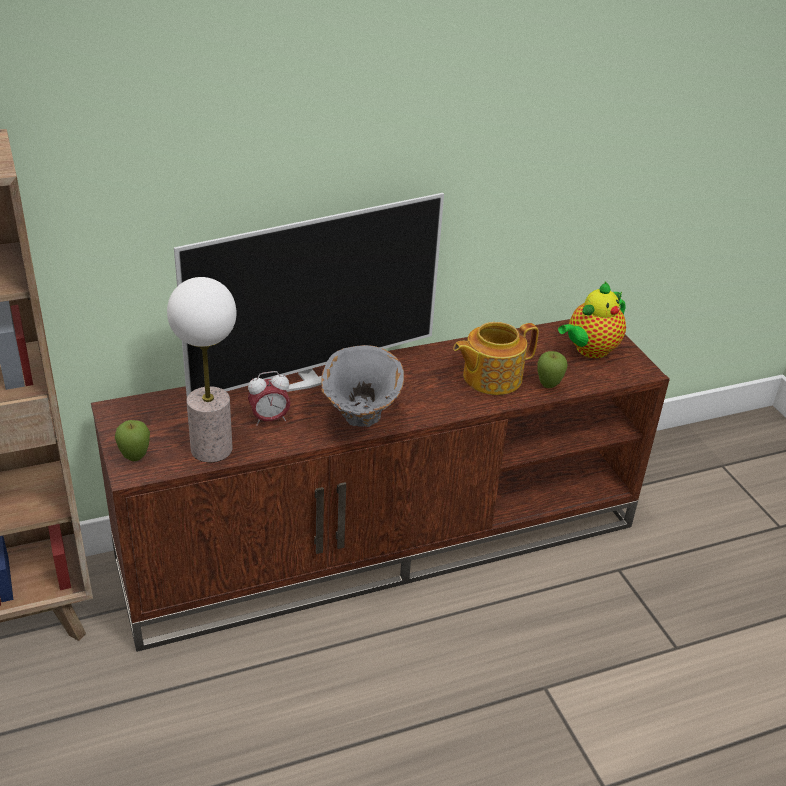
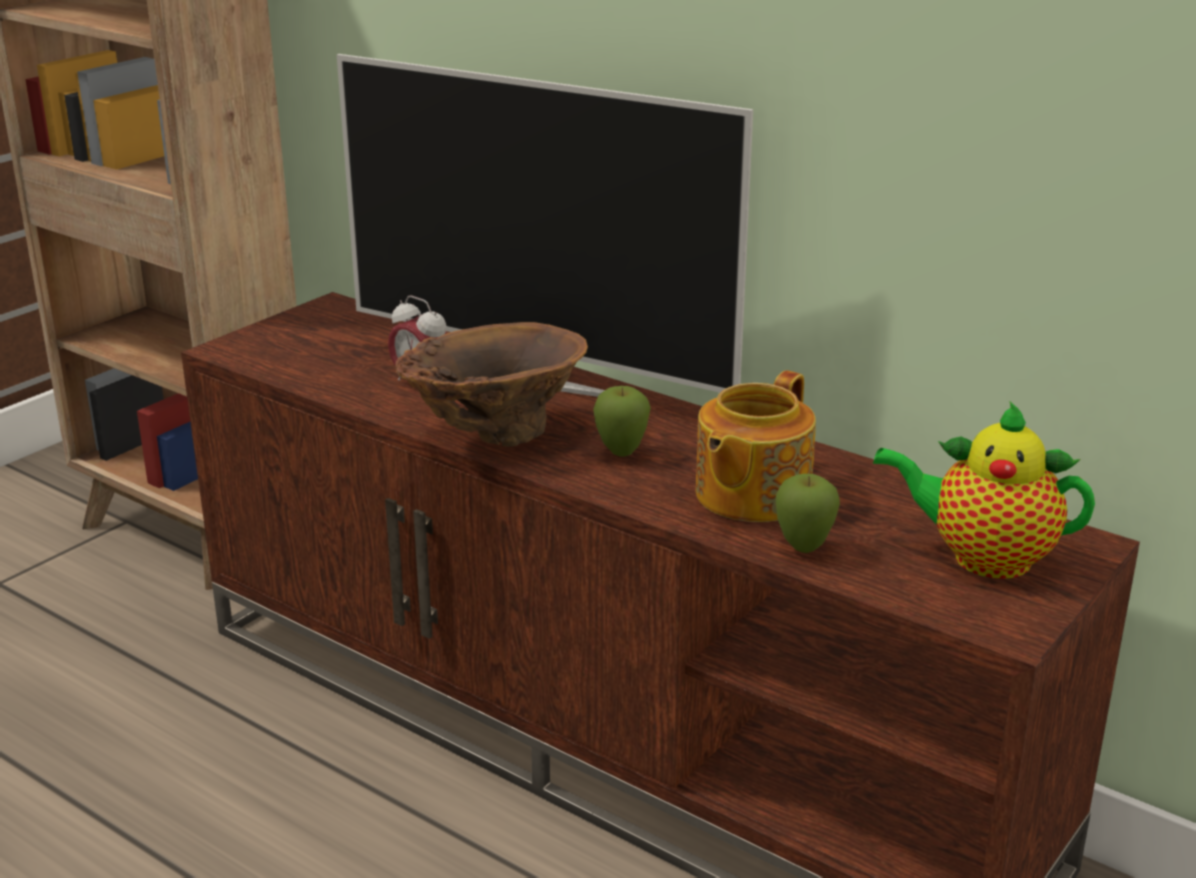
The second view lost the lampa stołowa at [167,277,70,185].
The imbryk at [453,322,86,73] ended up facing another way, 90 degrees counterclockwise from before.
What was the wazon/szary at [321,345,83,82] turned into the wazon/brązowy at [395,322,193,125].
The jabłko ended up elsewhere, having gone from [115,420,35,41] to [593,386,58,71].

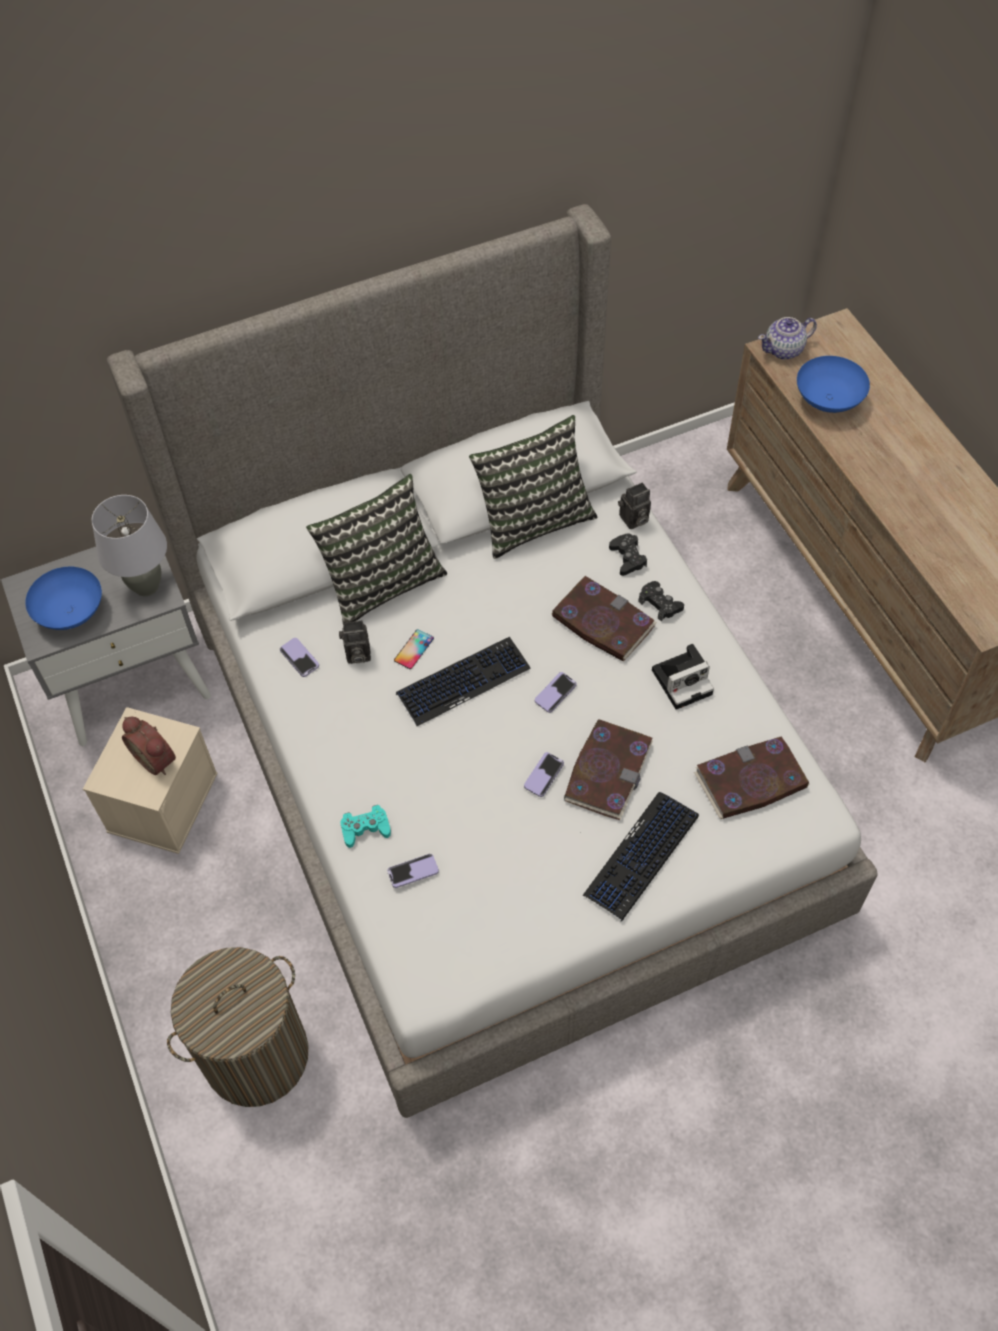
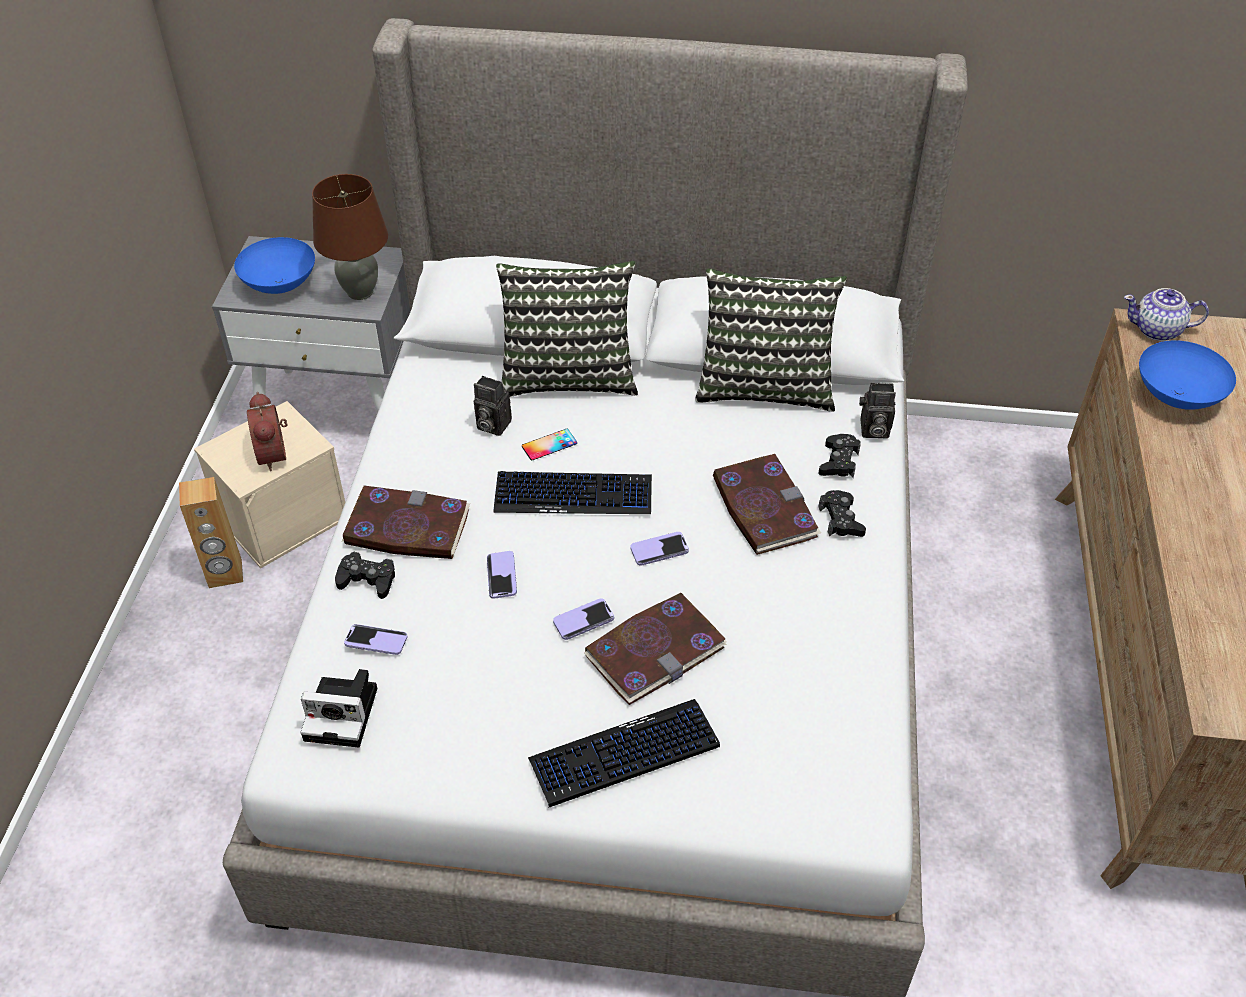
What was the lampa stołowa/szary at [92,495,75,101] turned into the lampa stołowa/brązowy at [312,174,76,126].
The telefon ended up elsewhere, having gone from [280,638,39,39] to [487,551,30,48].
The aparat fotograficzny ended up elsewhere, having gone from [652,644,62,66] to [300,669,77,79].
The książka ended up elsewhere, having gone from [694,737,115,82] to [342,486,128,73].
What was the pad do gier/turkusowy at [340,805,51,43] turned into the pad do gier/czarny at [335,552,60,47].
The second view lost the kosz na pranie at [167,947,141,160].
The second view gained the głośnik/brązowy at [179,477,64,111].

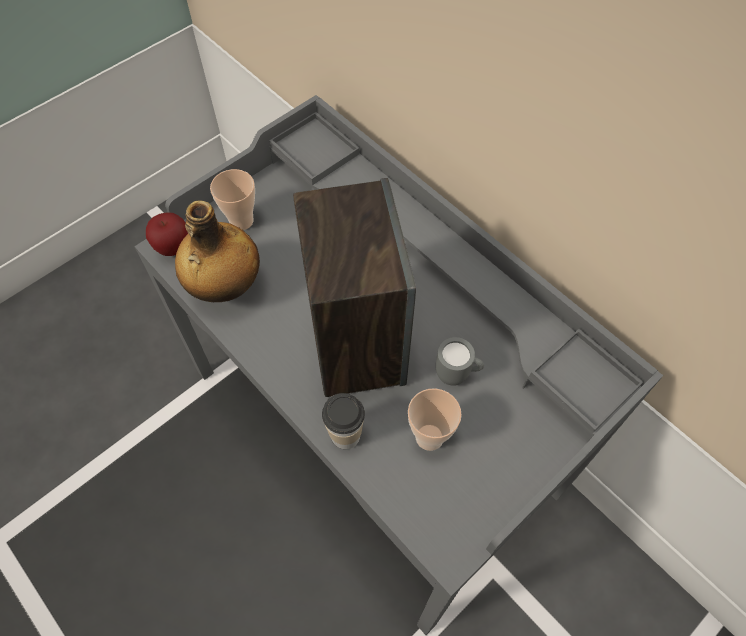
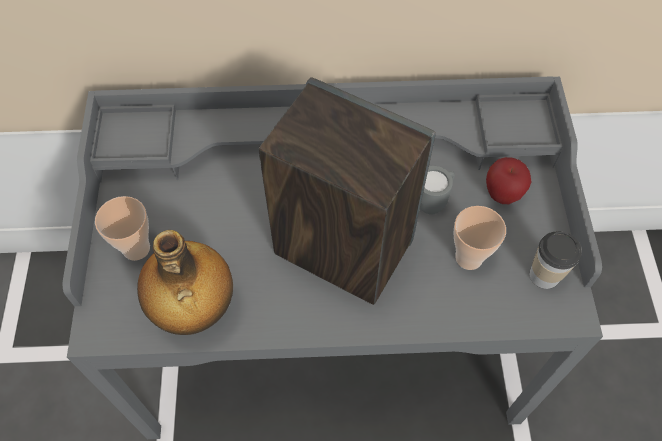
The jabłko ended up elsewhere, having gone from [146,212,42,44] to [486,157,45,47].
The filiżanka ended up elsewhere, having gone from [322,393,43,56] to [530,231,52,58].

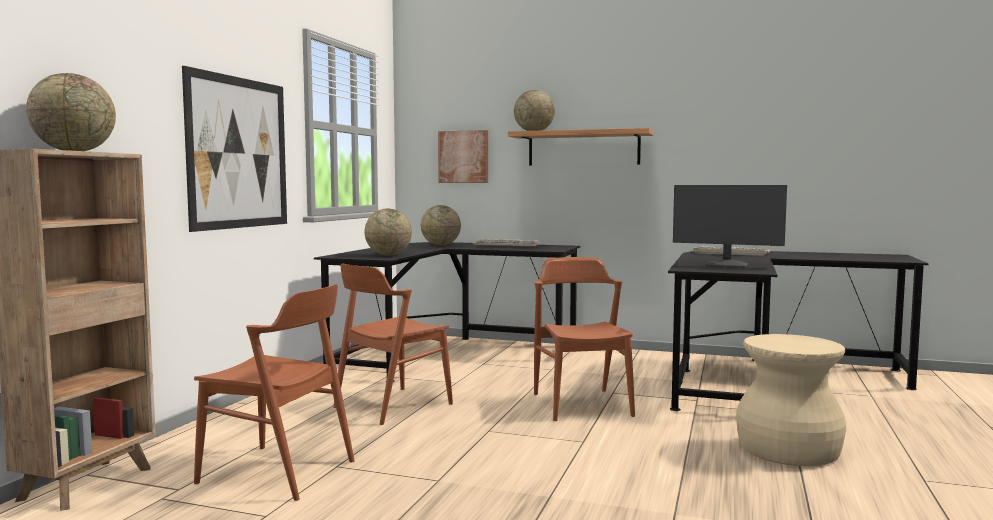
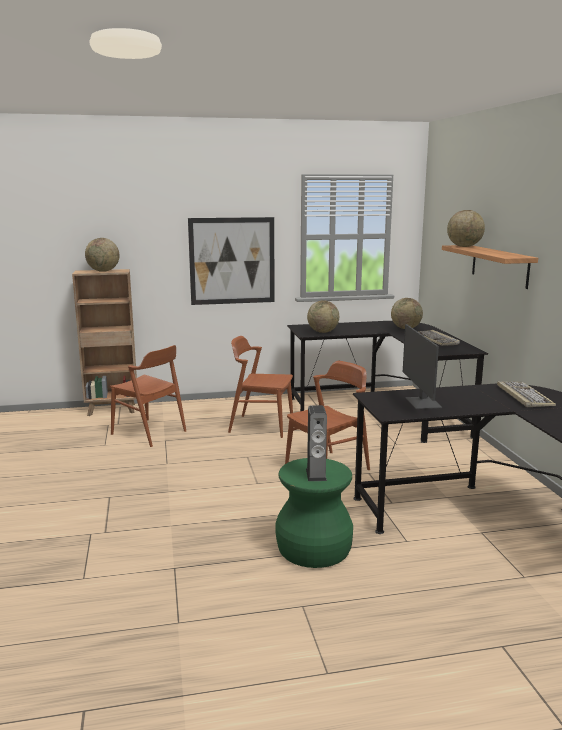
The second view lost the obraz at [438,130,50,53].
The krzesło/brązowy at [194,284,160,217] ended up facing another way, 45 degrees counterclockwise from before.
What was the stołek/beżowy at [736,334,110,132] turned into the stołek/zielony at [275,458,78,110].
The second view gained the głośnik at [306,405,21,76].

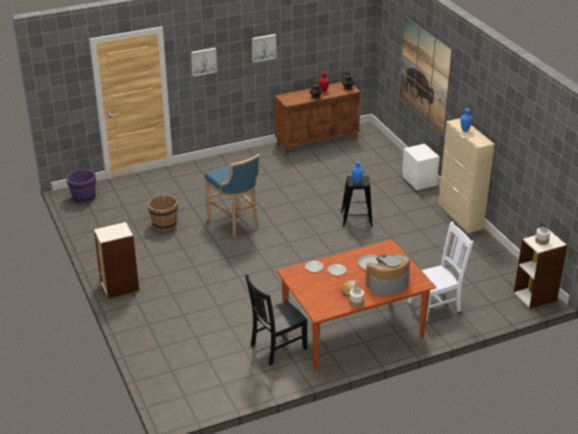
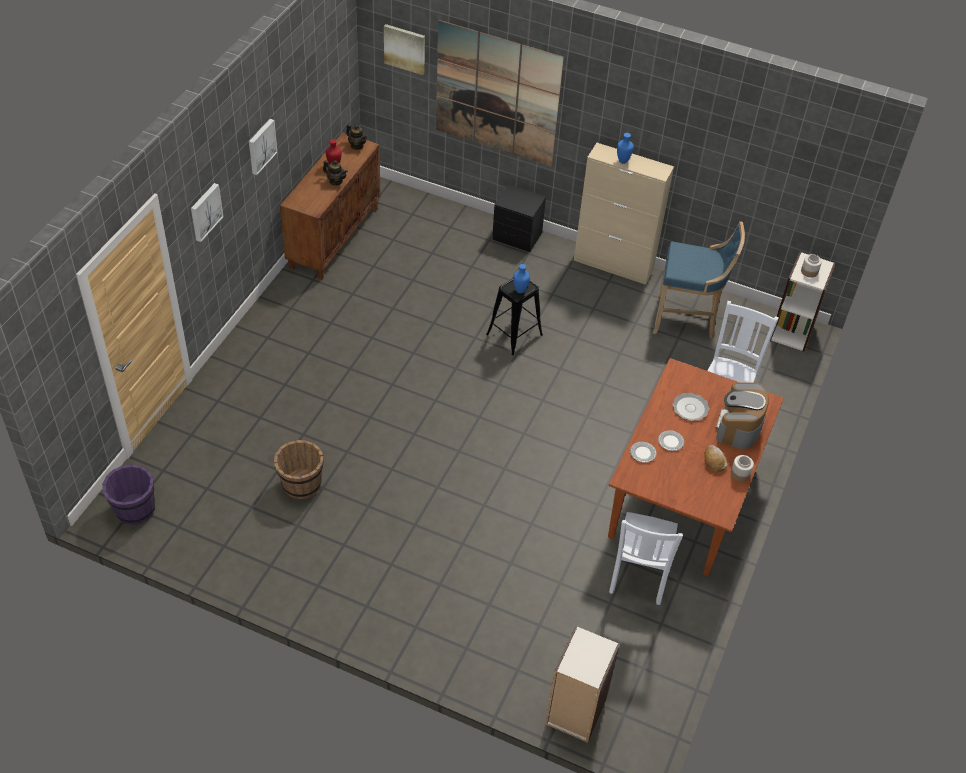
What was the szafka nocna/biały at [402,143,37,47] turned into the szafka nocna/czarny at [492,185,54,67].
The stołek/niebieski ended up elsewhere, having gone from [205,154,55,82] to [653,221,92,118].
The regał ended up elsewhere, having gone from [94,221,45,78] to [545,626,75,117].
What was the krzesło/czarny at [245,274,63,92] turned into the krzesło/biały at [609,512,74,93].
The second view gained the obraz at [384,24,41,51].

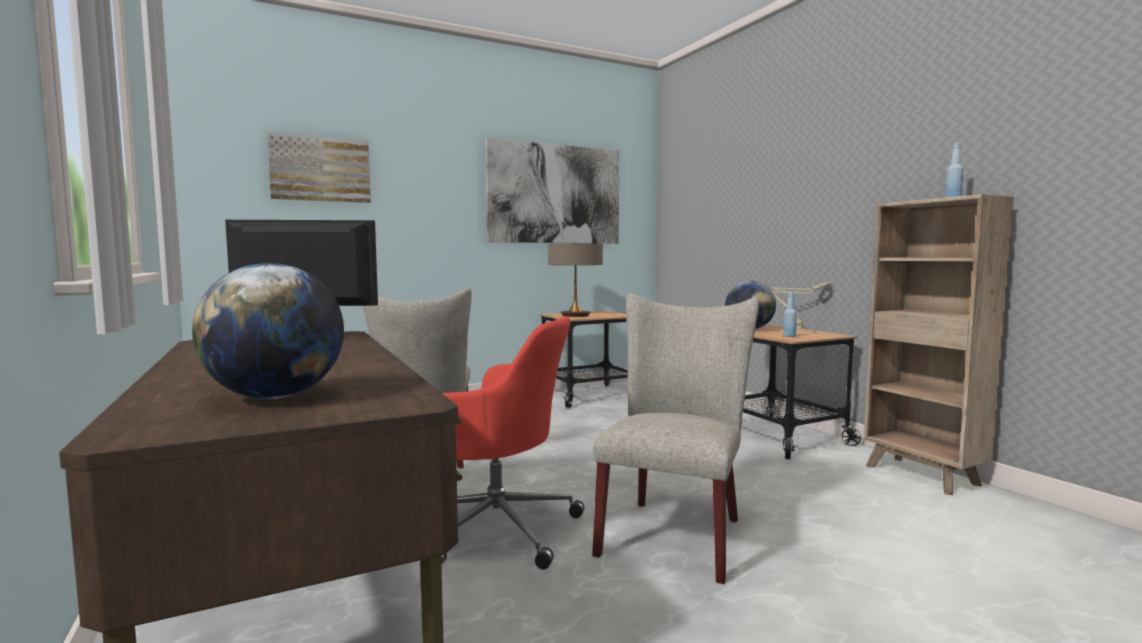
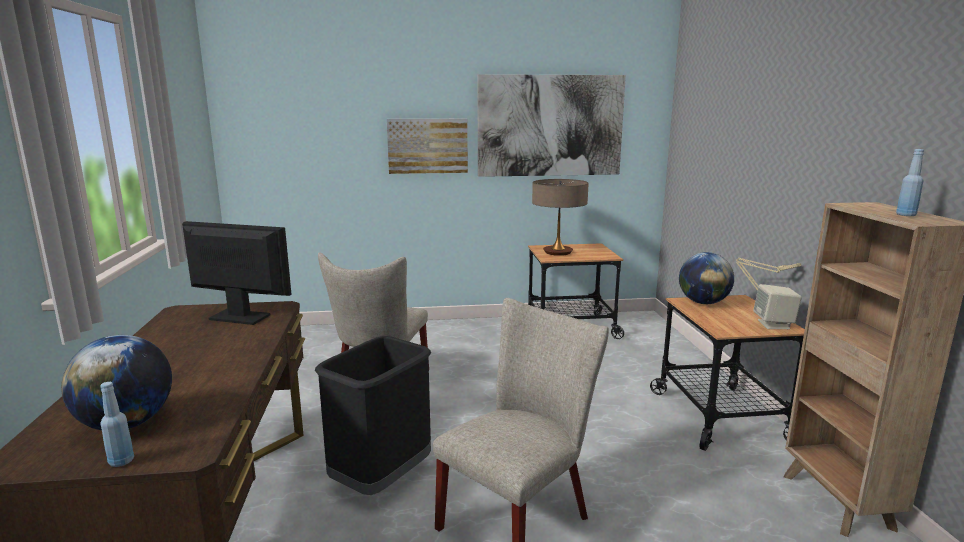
The obraz ended up elsewhere, having gone from [267,132,104,71] to [387,119,81,55].
The butelka/niebieski ended up elsewhere, having gone from [783,292,14,45] to [101,382,33,85].
Where the krzesło biurowe/czerwony stood at [441,316,143,253], the kosz na śmieci/czarny came to stand at [315,336,116,159].
The second view gained the głośnik/beżowy at [753,284,49,45].

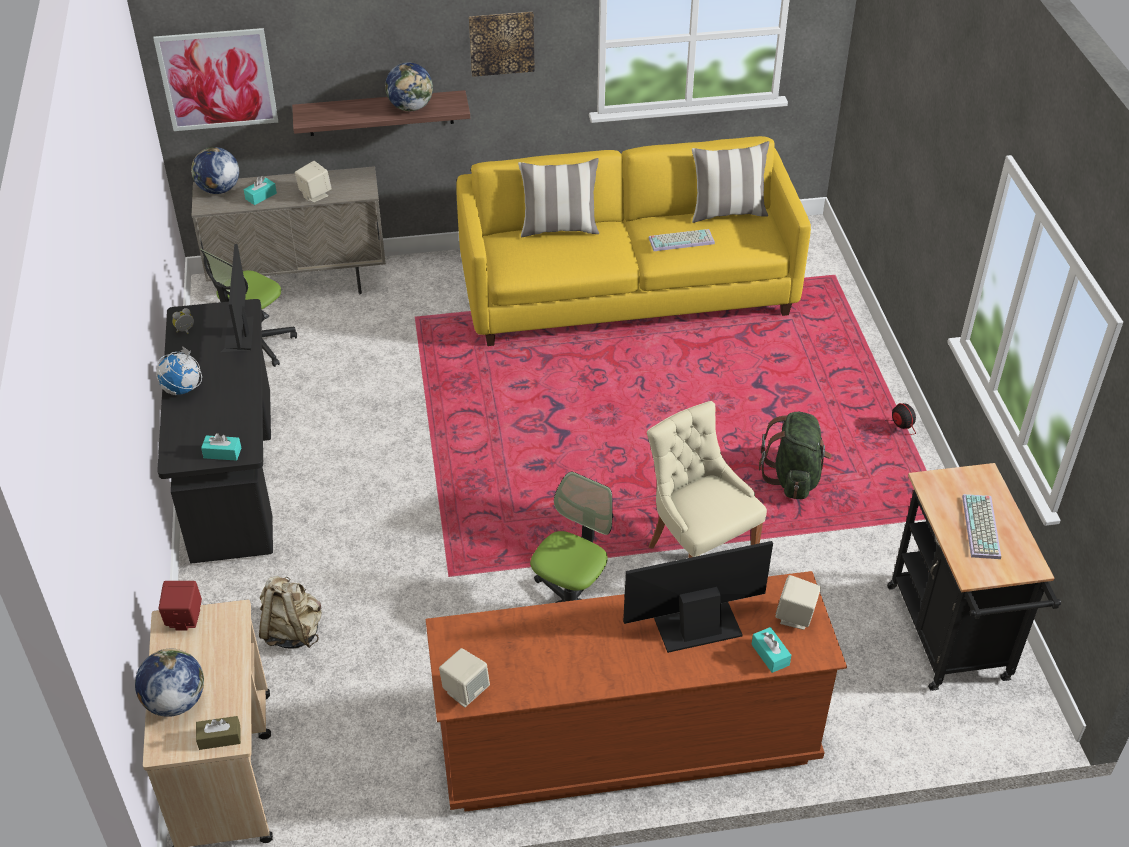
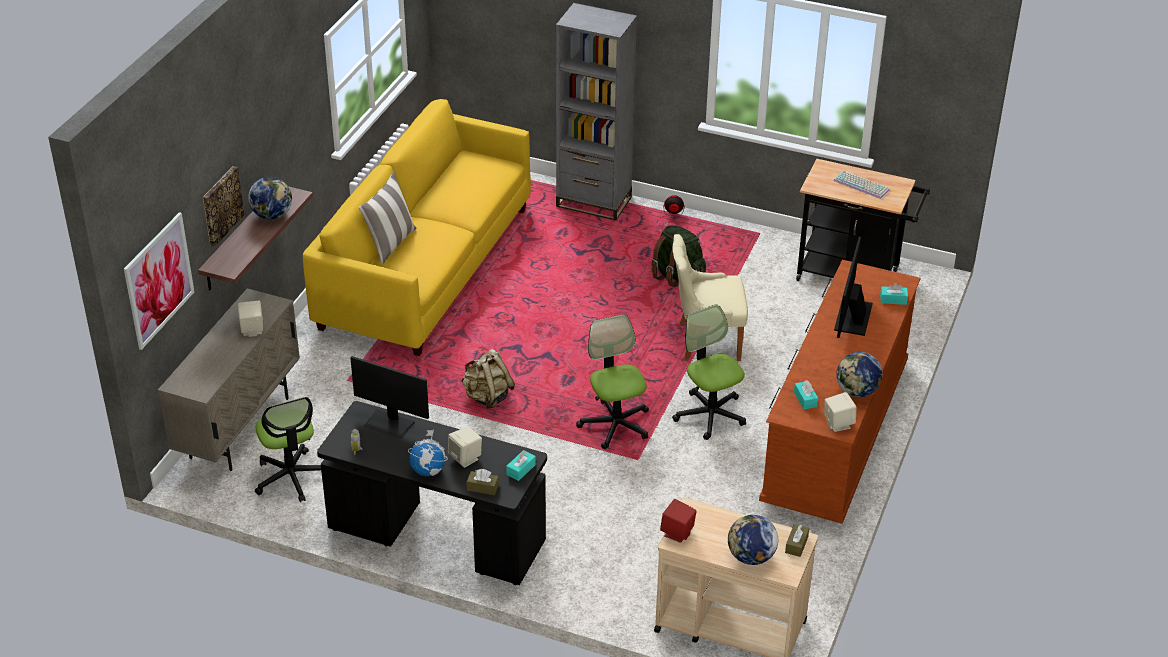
The obraz ended up elsewhere, having gone from [469,12,66,65] to [203,166,41,81].
The second view lost the poduszka at [692,141,77,82].
The globus ended up elsewhere, having gone from [191,147,48,47] to [836,352,47,45].
The pudełko chusteczek/turkusowy ended up elsewhere, having gone from [244,176,33,29] to [794,380,24,29].
The second view lost the klawiatura at [649,229,66,22].
The głośnik/beżowy ended up elsewhere, having gone from [776,575,45,55] to [448,426,34,42].
The plecak/beżowy ended up elsewhere, having gone from [259,576,63,73] to [461,349,54,60].
The second view gained the regał/szary at [556,3,81,217].
The second view gained the krzesło biurowe at [576,314,73,135].
The second view gained the pudełko chusteczek/brązowy at [467,469,32,26].

